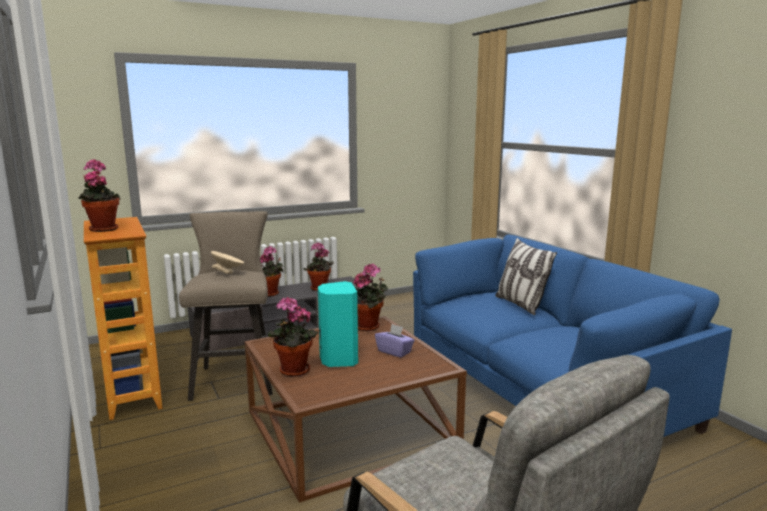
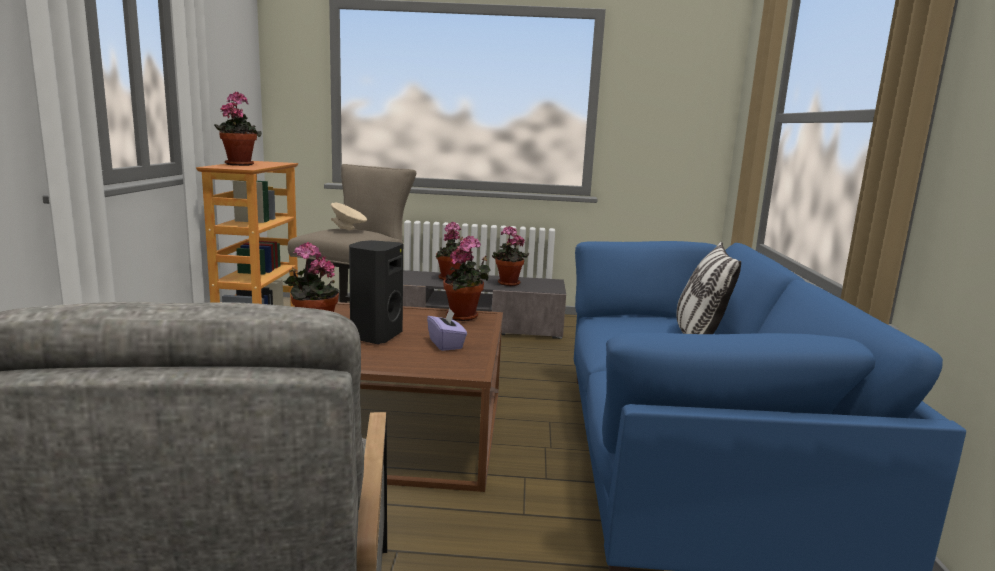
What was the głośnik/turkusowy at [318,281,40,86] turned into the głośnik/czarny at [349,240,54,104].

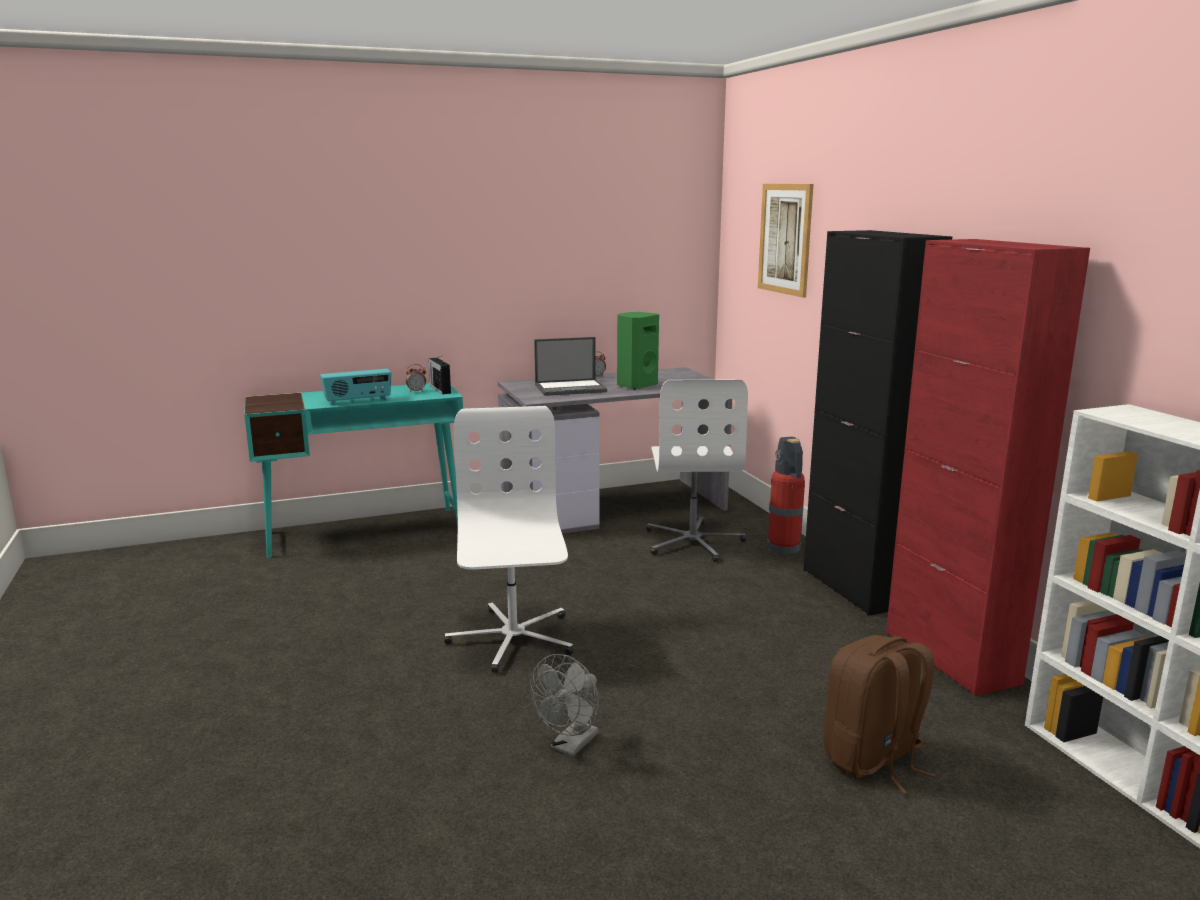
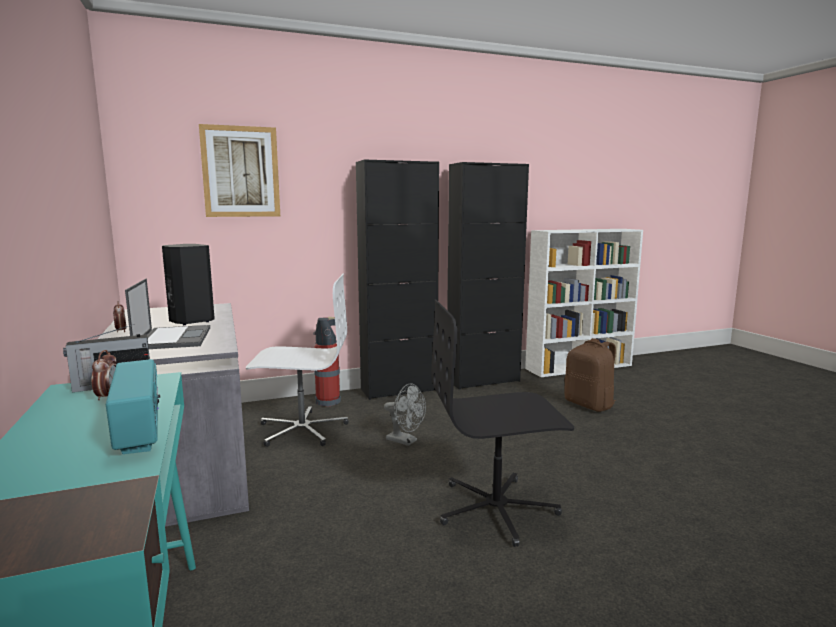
What was the szafka/czerwony at [886,239,204,457] turned into the szafka/czarny at [447,162,82,228].
What was the głośnik/zielony at [617,312,42,78] turned into the głośnik/czarny at [162,244,53,81].
What was the krzesło biurowe/biały at [444,406,130,267] turned into the krzesło biurowe/czarny at [431,299,143,248].
The wentylator/szary ended up elsewhere, having gone from [530,654,69,103] to [384,384,42,62].

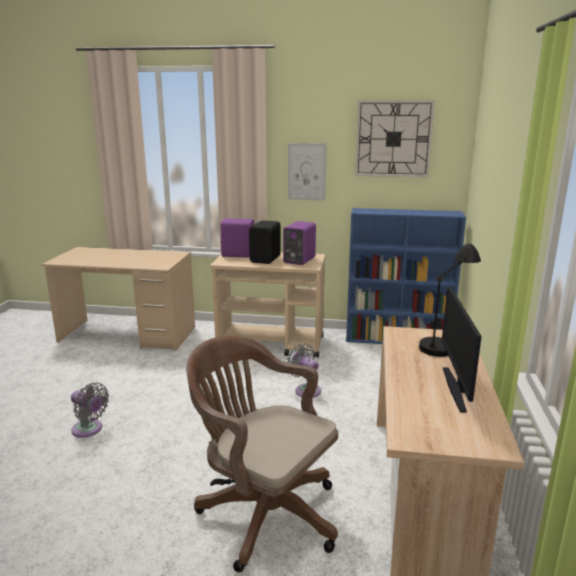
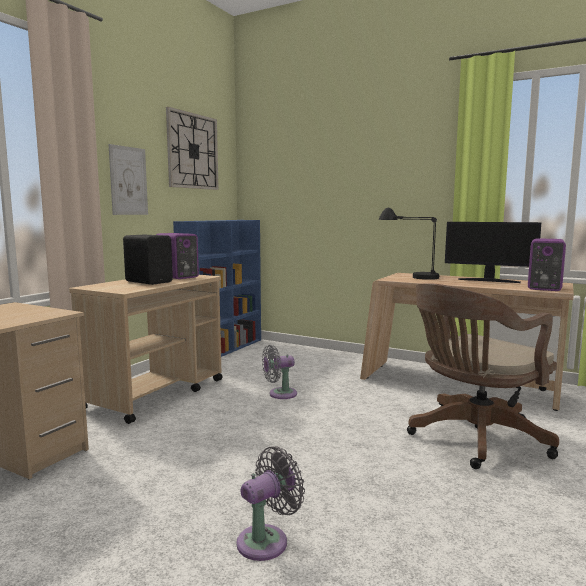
The głośnik/fioletowy ended up elsewhere, having gone from [220,218,34,40] to [528,238,38,53].

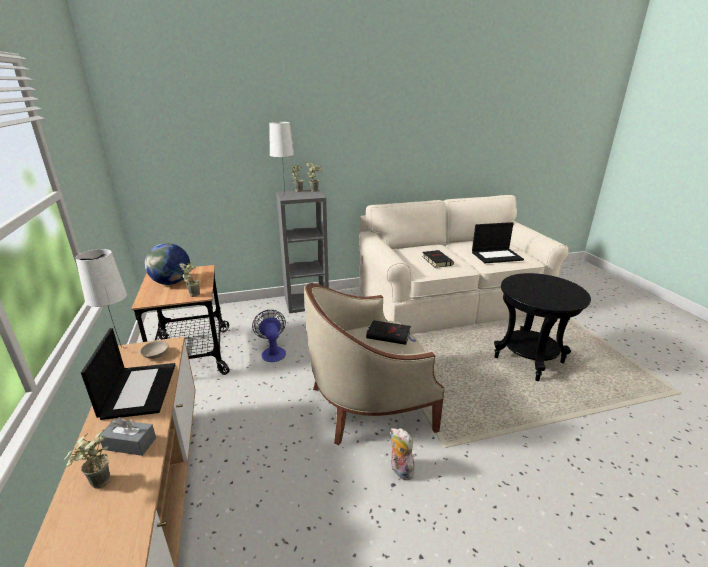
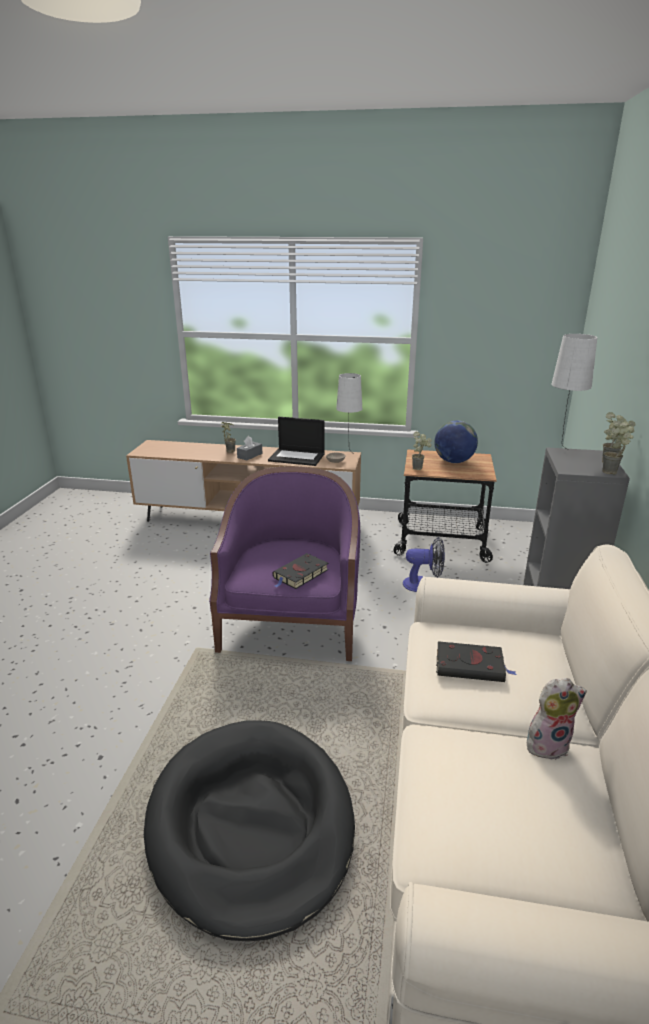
The second view lost the laptop at [472,222,52,41].
Where the stolik/czarny stood at [494,273,97,108], the legowisko/czarny came to stand at [144,720,211,222].
What was the fotel/beżowy at [304,283,141,162] turned into the fotel/fioletowy at [209,466,151,195].
The pluszak ended up elsewhere, having gone from [391,428,24,52] to [527,678,60,82].

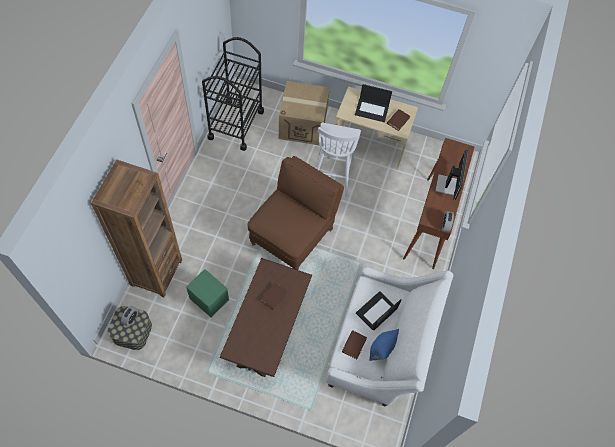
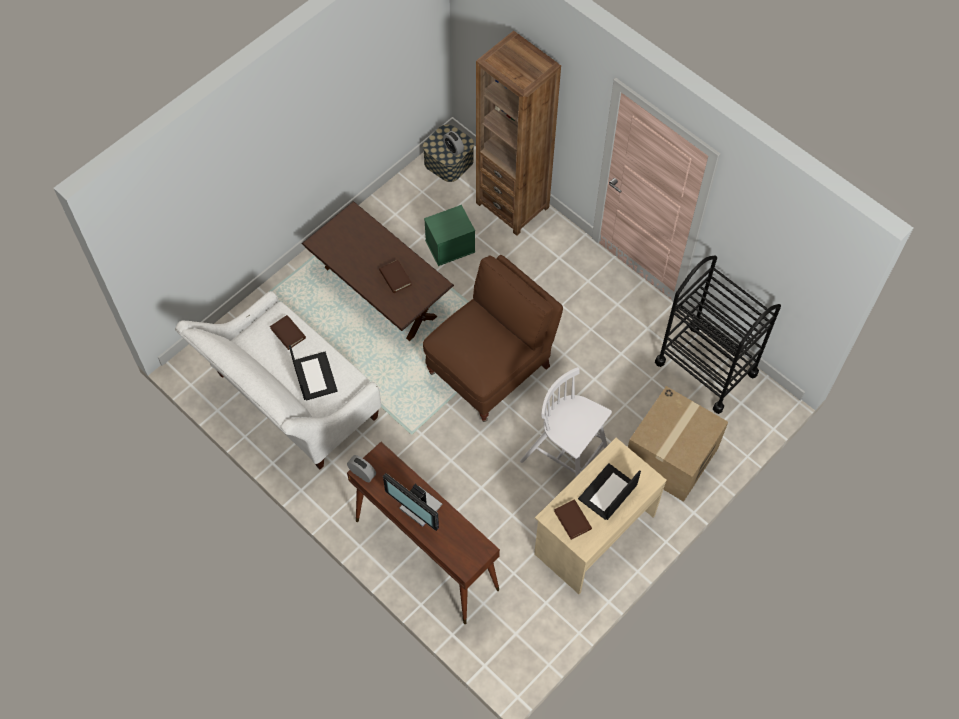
The fotel/brązowy at [247,156,97,114] ended up facing another way, 105 degrees counterclockwise from before.
The second view lost the poduszka/niebieski at [369,329,30,32].

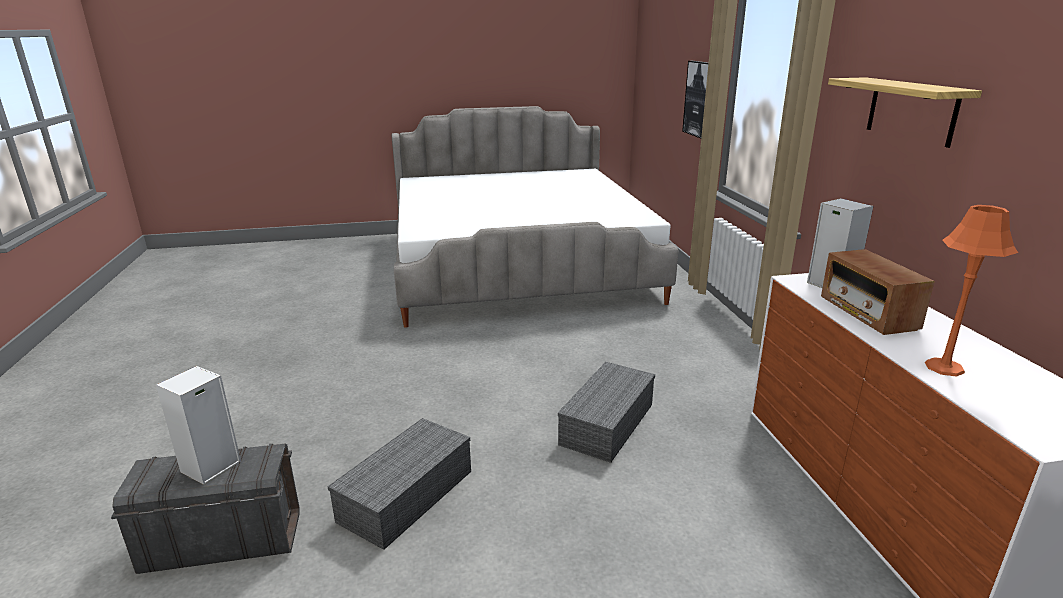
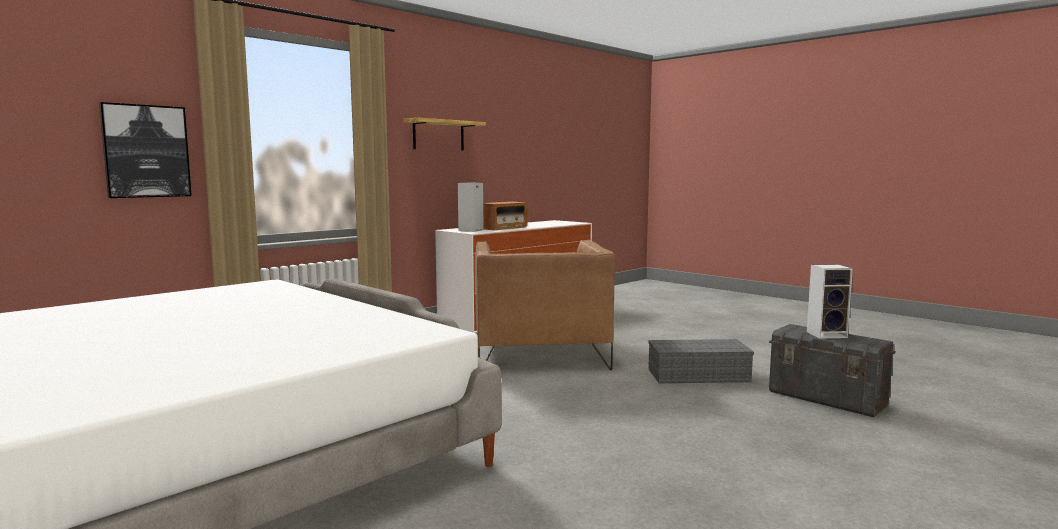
The second view lost the lampa stołowa/pomarańczowy at [925,205,93,172].
Where the pojemnik do przechowywania/szary stood at [558,362,97,101], the fotel/brązowy came to stand at [475,240,140,131].

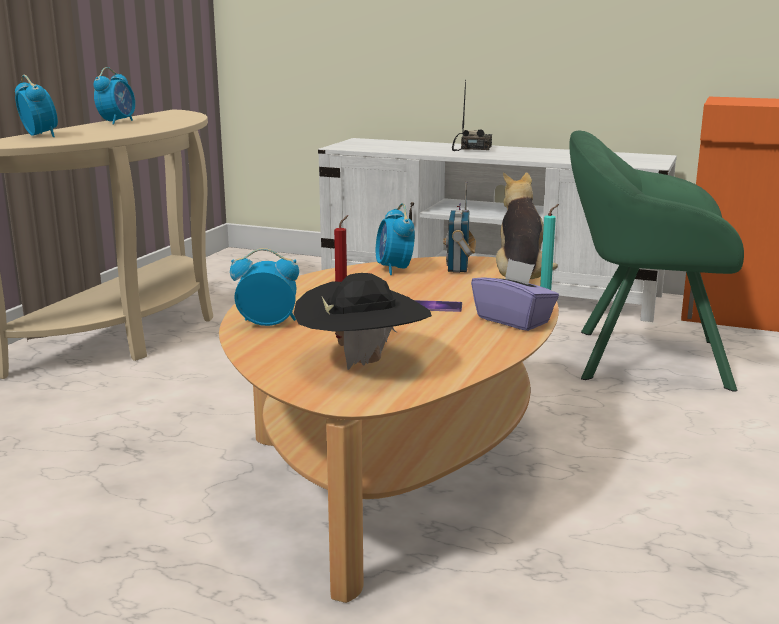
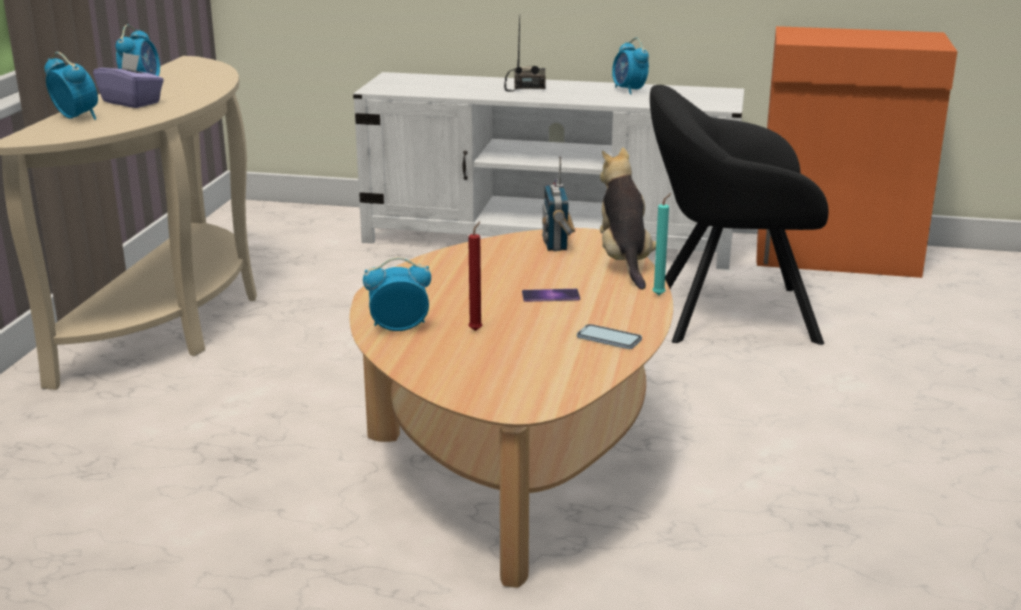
What was the fotel/zielony at [569,131,175,261] turned into the fotel/czarny at [650,85,178,260].
The budzik ended up elsewhere, having gone from [376,203,39,72] to [612,38,37,56].
The pudełko chusteczek/fioletowy ended up elsewhere, having gone from [471,259,88,72] to [93,52,71,56].
The second view lost the kapelusz/czarny at [294,273,138,97].
The second view gained the telefon at [577,324,65,25].

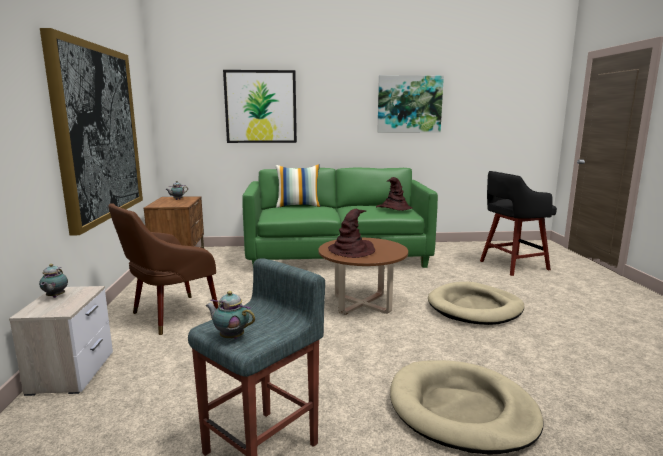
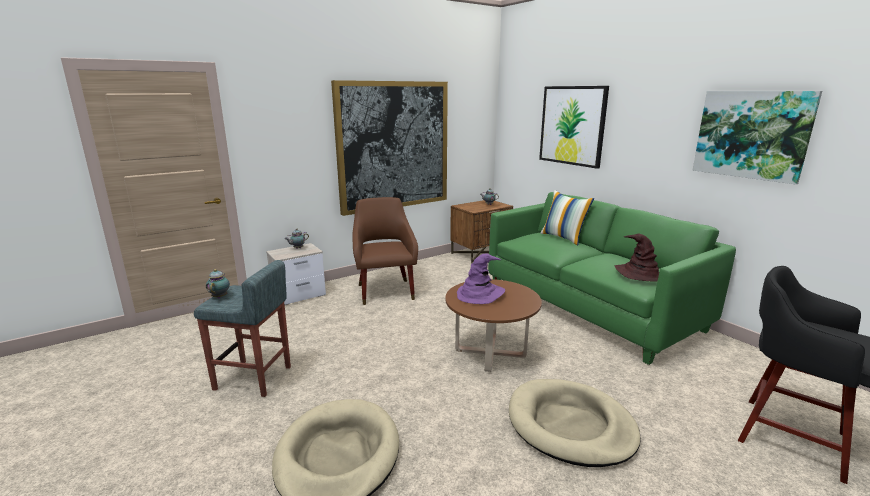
The fotel/brązowy at [108,203,110,132] ended up facing another way, 60 degrees clockwise from before.
What was the kapelusz/brązowy at [328,209,47,49] turned into the kapelusz/fioletowy at [457,254,48,50].

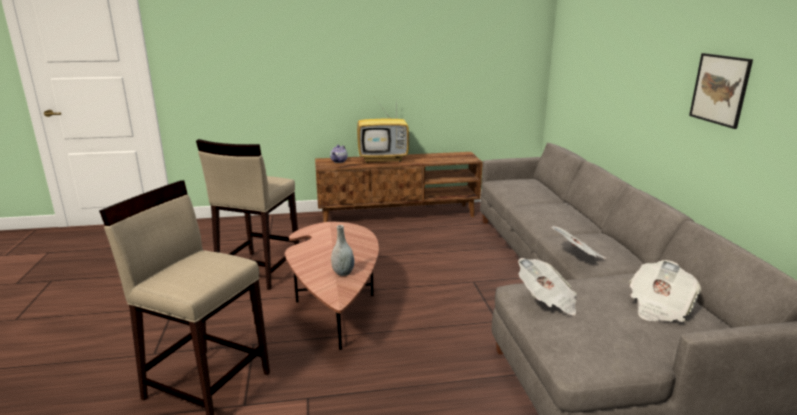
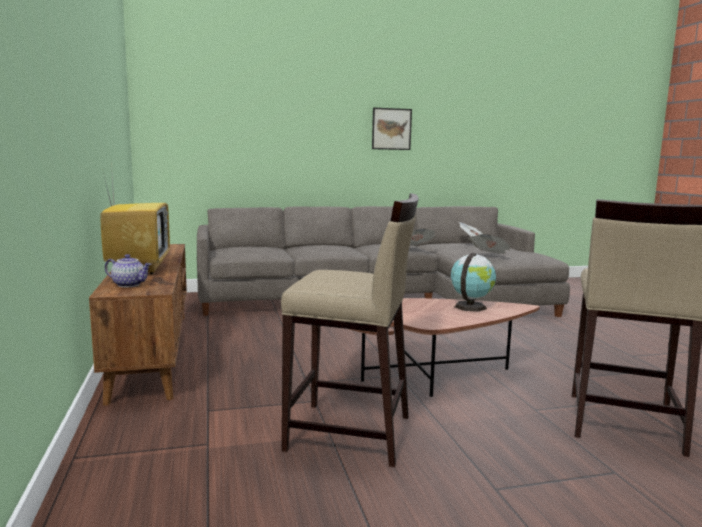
Where the wazon/szary stood at [331,225,23,51], the globus came to stand at [451,253,45,59].

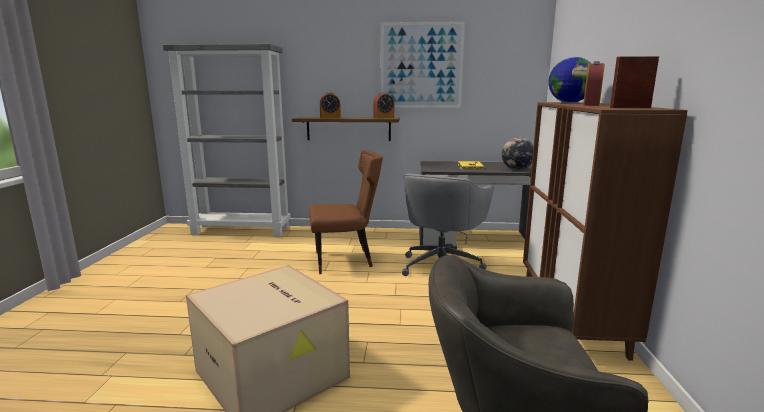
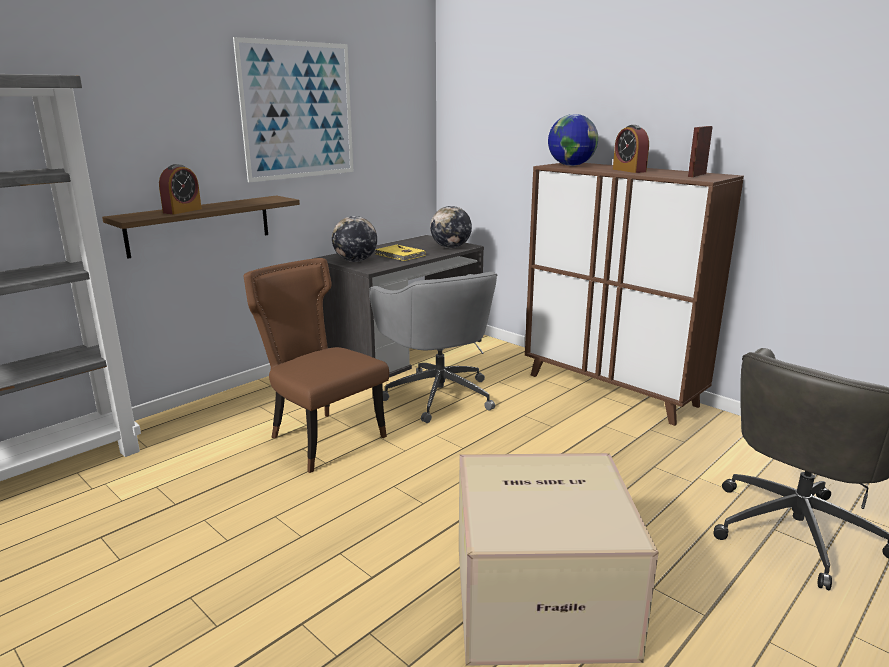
The second view lost the budzik at [373,92,21,27].
The krzesło/brązowy at [309,150,74,124] ended up facing another way, 75 degrees counterclockwise from before.
The second view gained the globus at [332,216,45,46].

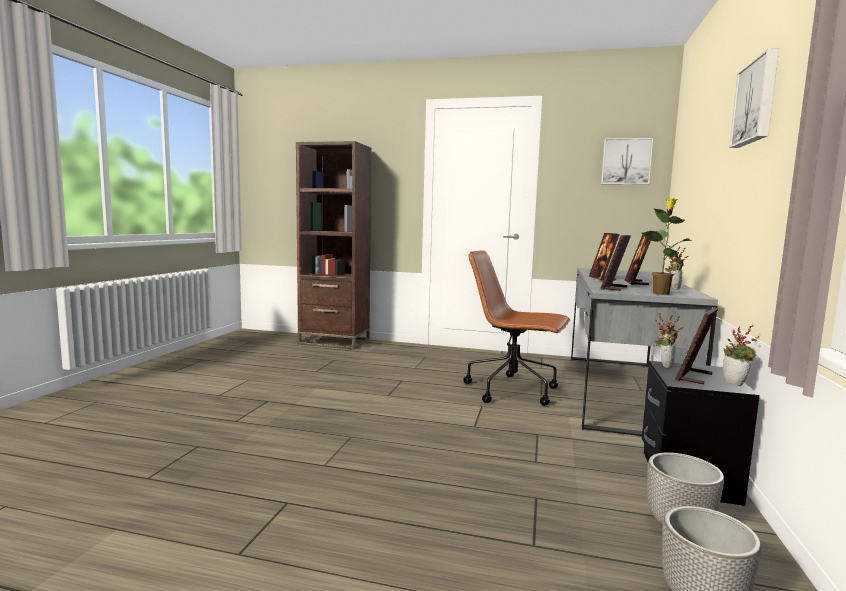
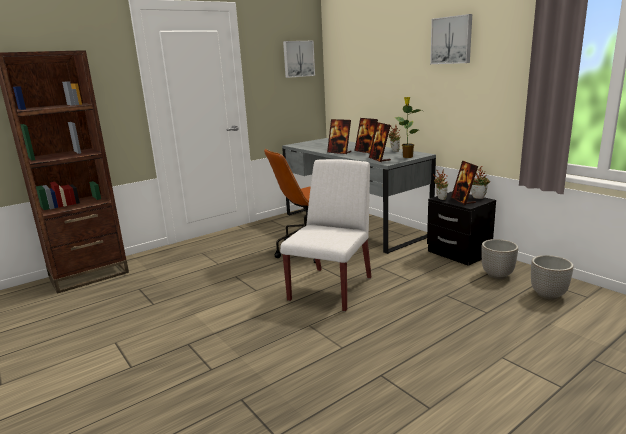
The second view gained the krzesło/biały at [280,159,91,153].

